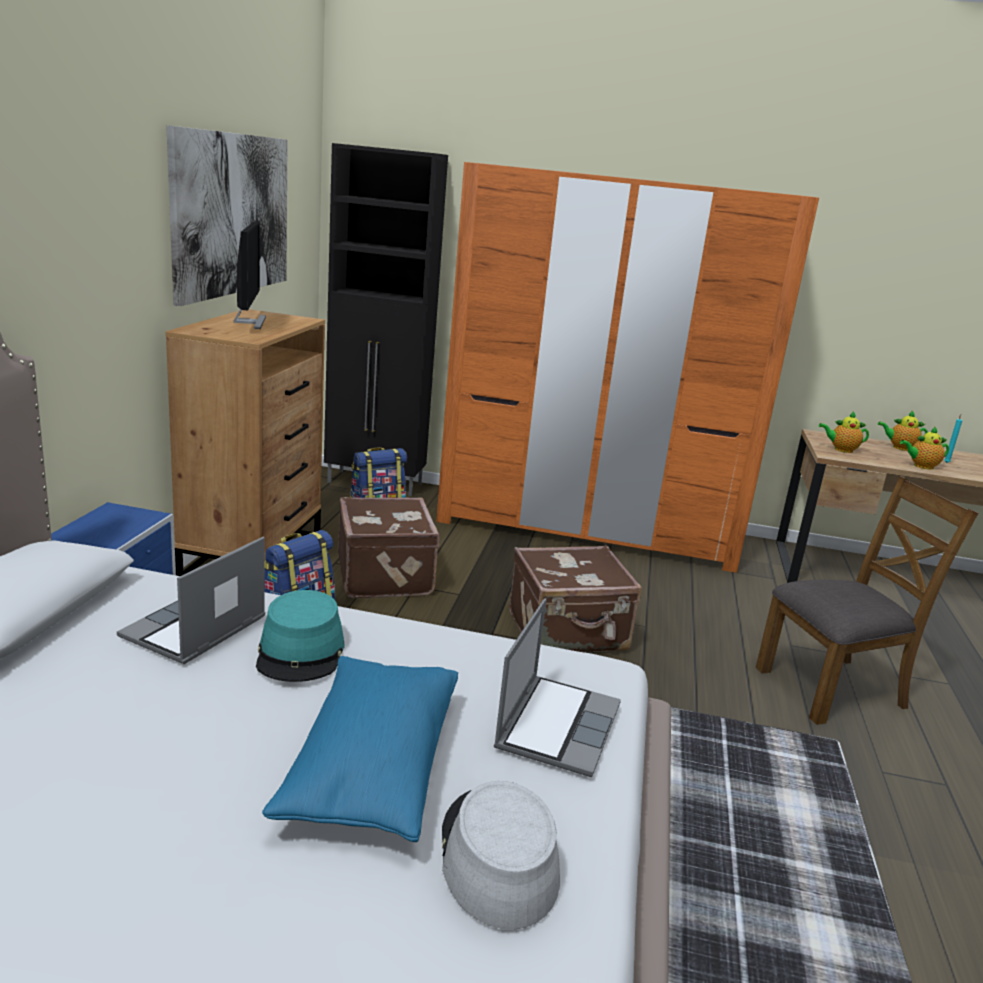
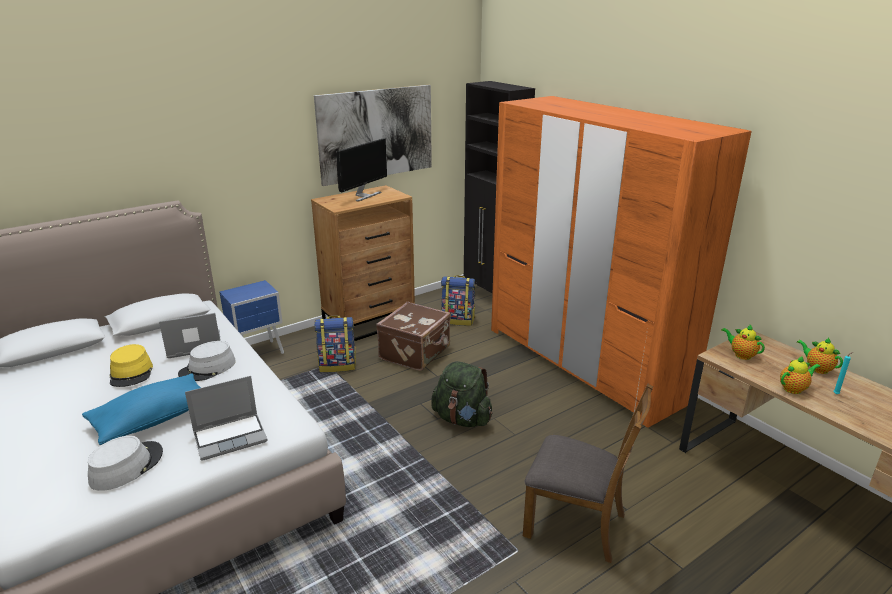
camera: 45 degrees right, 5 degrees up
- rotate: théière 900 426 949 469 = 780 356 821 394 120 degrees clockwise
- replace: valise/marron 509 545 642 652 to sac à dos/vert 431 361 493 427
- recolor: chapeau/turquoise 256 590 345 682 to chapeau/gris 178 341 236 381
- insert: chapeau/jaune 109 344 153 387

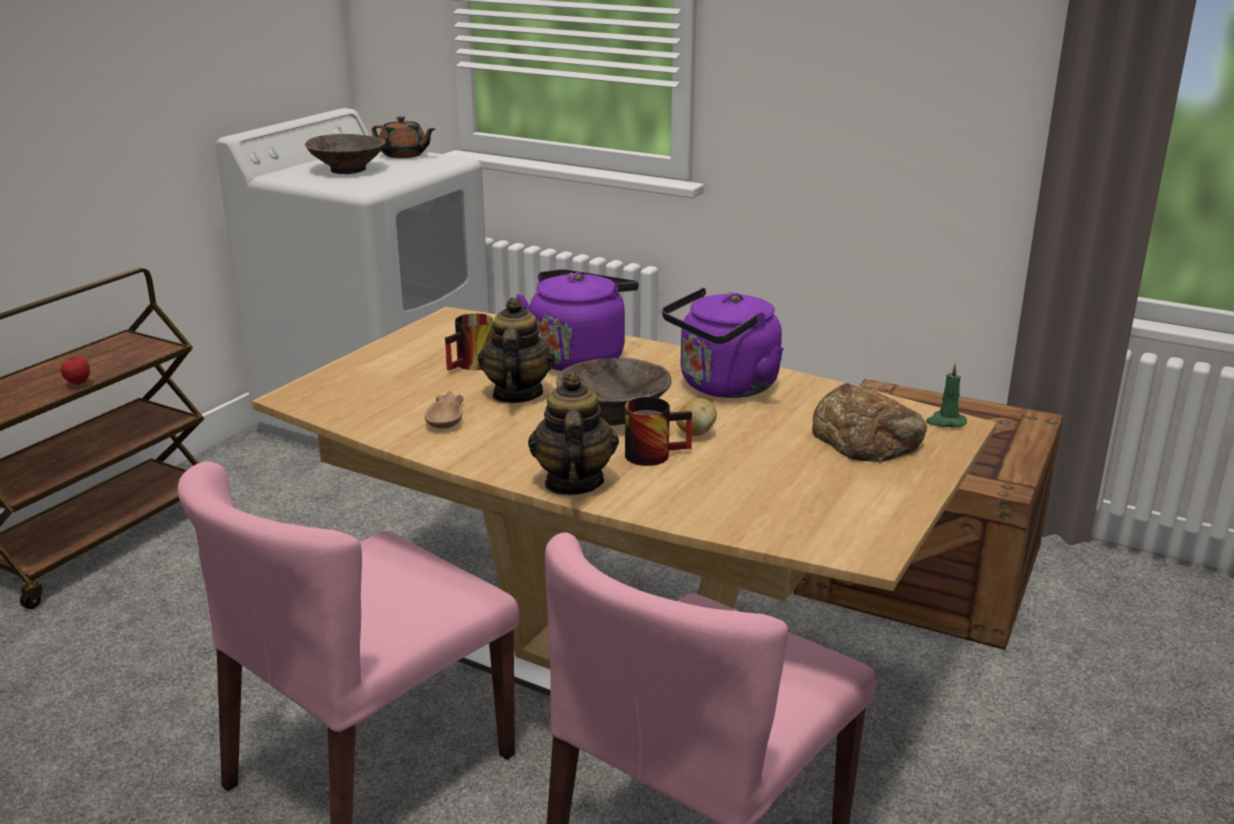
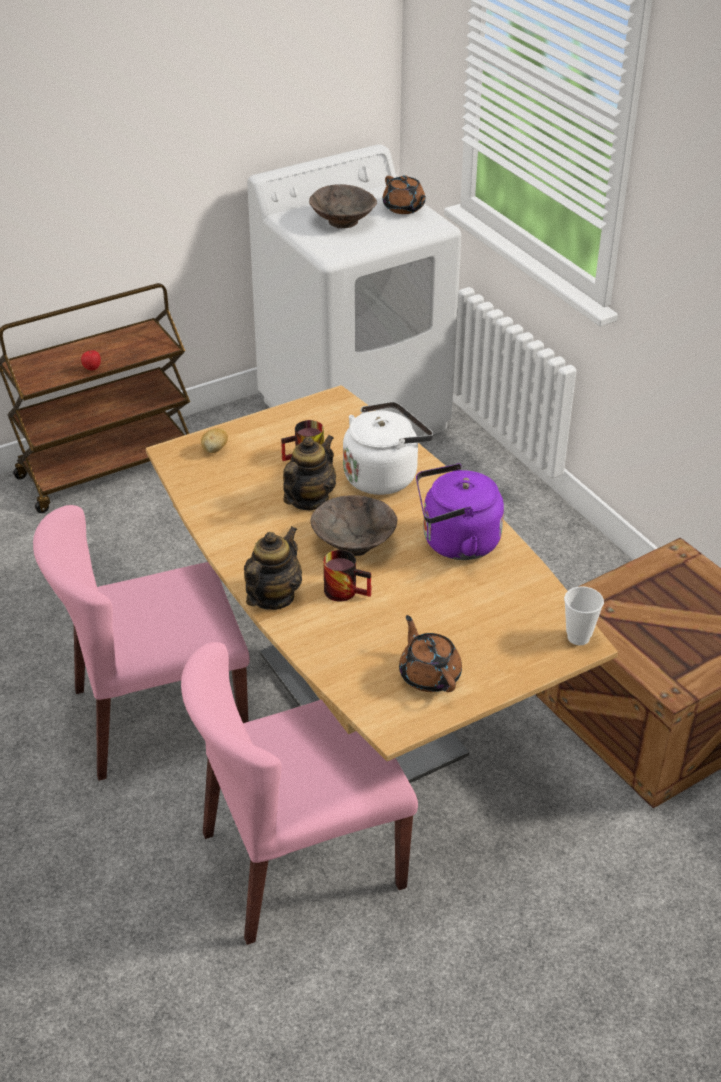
camera: 30 degrees right, 15 degrees up
- recolor: bouilloire/violet 516 269 639 371 to bouilloire/blanc 343 401 433 495
- replace: bougie/vert 926 363 967 427 to tasse 564 586 604 645
- delete: pain 812 383 927 463
- delete: bol/marron 425 391 464 429
- move: pomme de terre 676 398 717 436 to 201 428 228 453
- insert: théière/marron 399 615 462 692

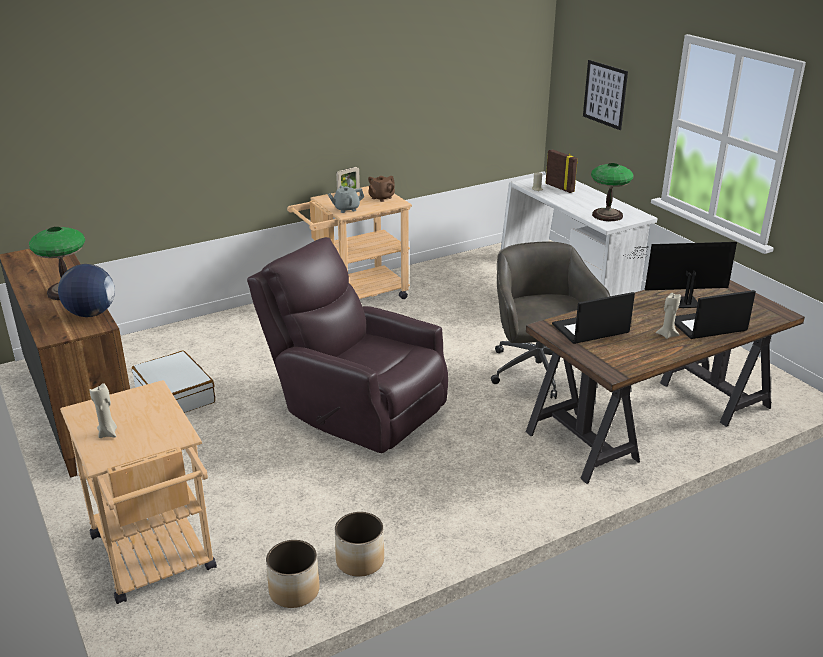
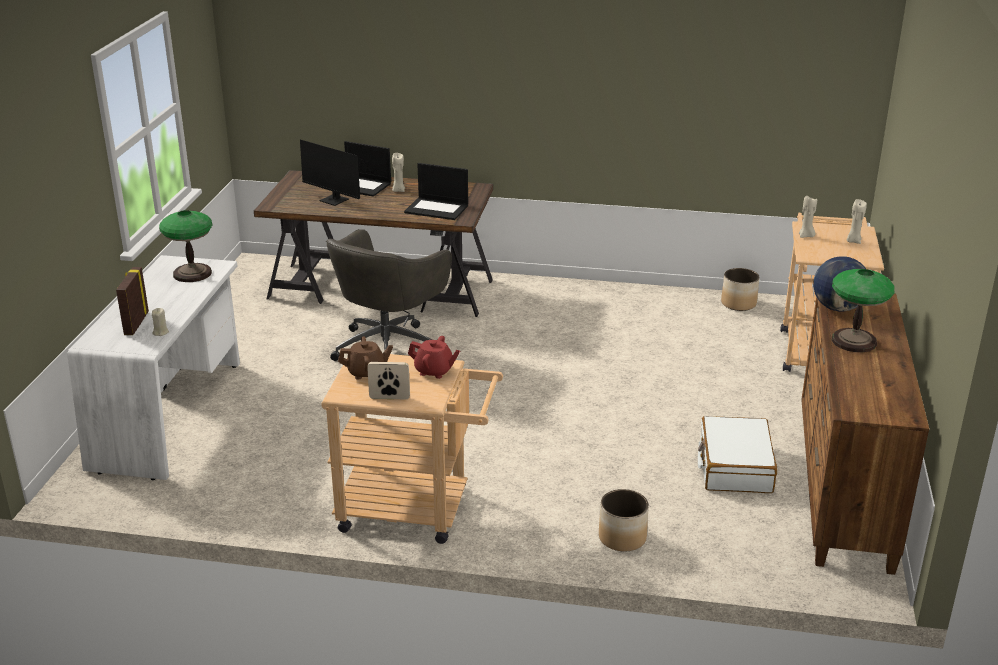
camera: 140 degrees left, 0 degrees up
- delete: tableau 583 60 628 130
- recolor: théière/gris 328 186 364 213 to théière/rouge 408 336 460 379
- delete: fauteuil/marron 247 237 448 453
- move: cache-pot 335 512 384 577 to 599 489 649 551
- insert: bougie/beige 799 196 817 238

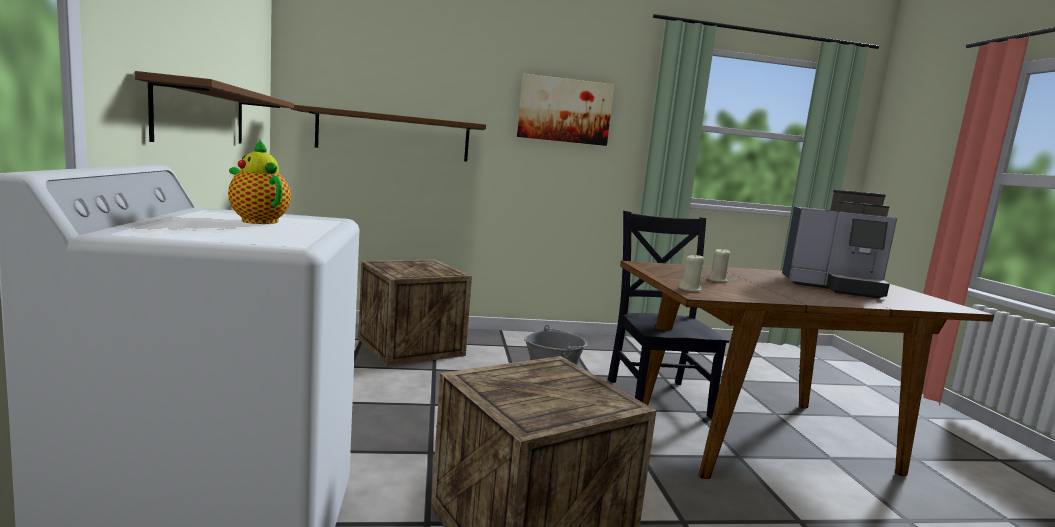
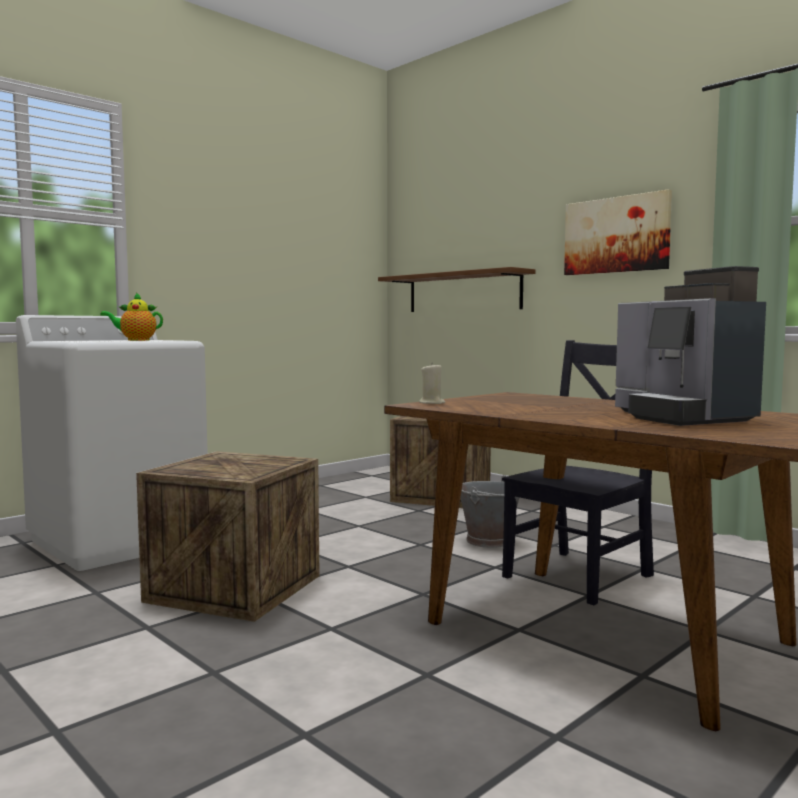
camera: 55 degrees right, 5 degrees down
- delete: étagère/marron 135 71 294 144
- rotate: théière 228 140 291 224 = 100 292 163 341 105 degrees counterclockwise
- delete: bougie/beige 707 248 730 282

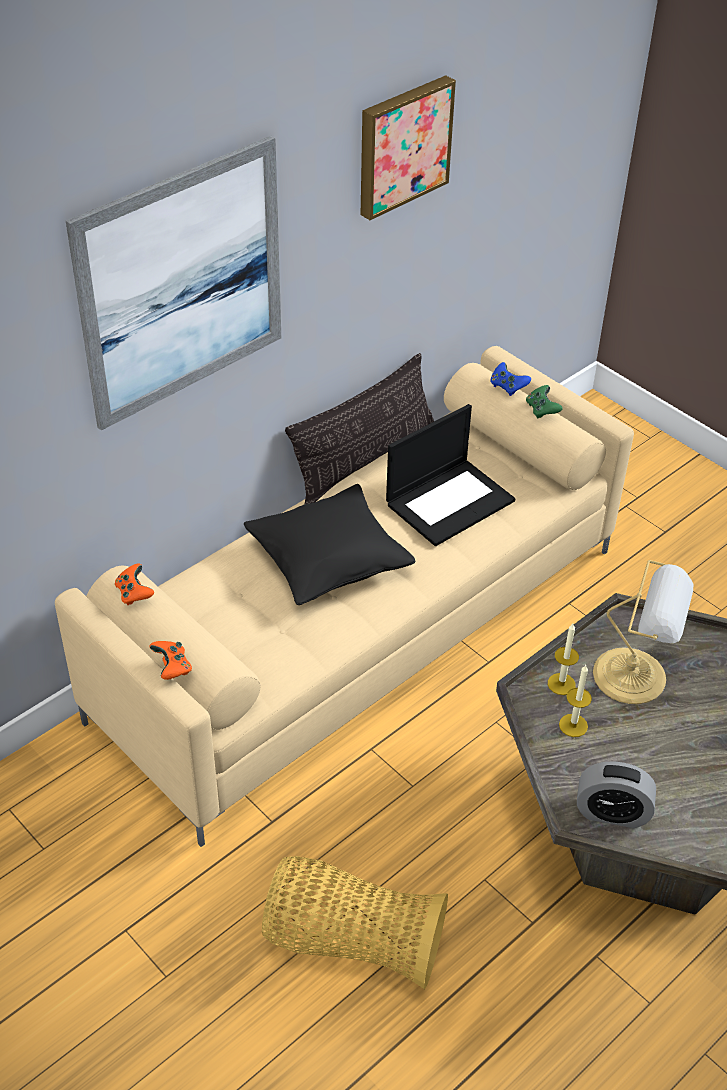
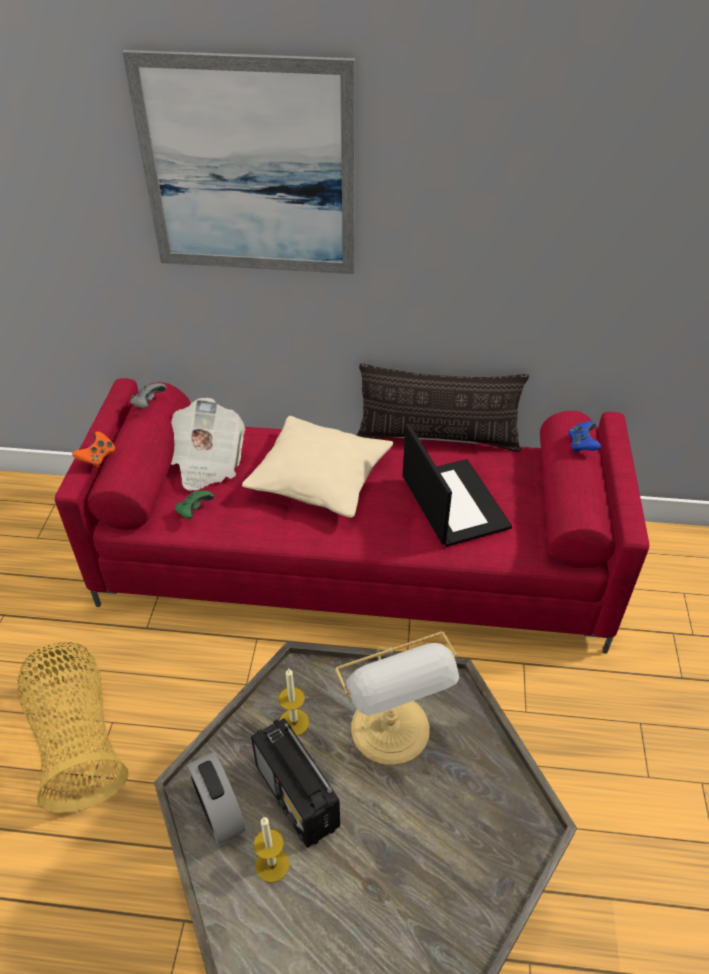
camera: 50 degrees right, 0 degrees up
- delete: tableau 361 75 456 220
- recolor: canapé/beige 55 346 634 847 to canapé/rouge 55 378 649 653
- move: manette/vert 526 385 563 419 to 175 490 214 519
- rotate: ordinateur portable 386 404 516 546 = 403 423 512 547 120 degrees counterclockwise
- recolor: coussin/noir 244 484 415 605 to coussin/beige 242 416 393 518
- recolor: manette/orange 115 563 154 605 to manette/gris 130 383 167 409
- move: bougie 548 623 579 695 to 253 817 289 883
- insert: journal 171 398 245 491
- insert: radio 251 718 340 848

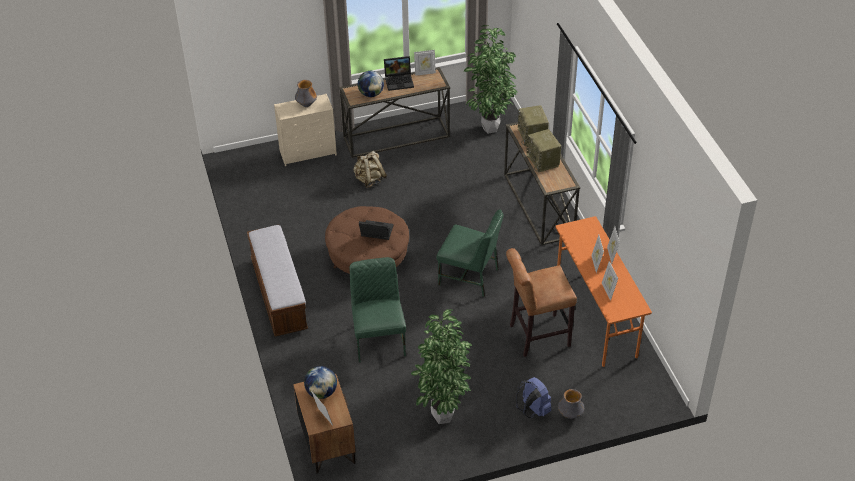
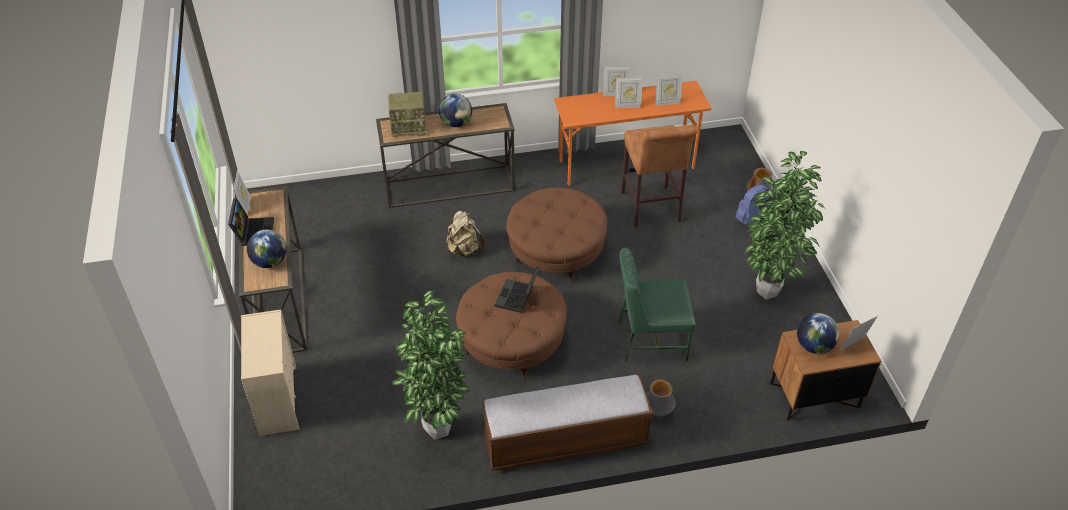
camera: 85 degrees left, 0 degrees up
- move: plante en pot 464 25 518 134 to 392 290 471 440
- move: vase 295 80 317 107 to 646 379 676 417
- replace: radio 526 129 561 172 to globe 439 94 472 127
- move: sac à dos/beige 353 151 387 188 to 446 211 484 256
- replace: chaise/vert 436 209 503 297 to pouf/marron 506 188 608 283

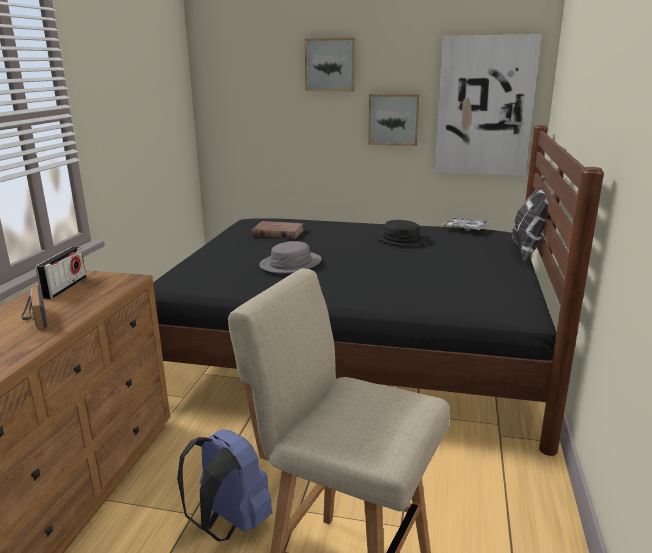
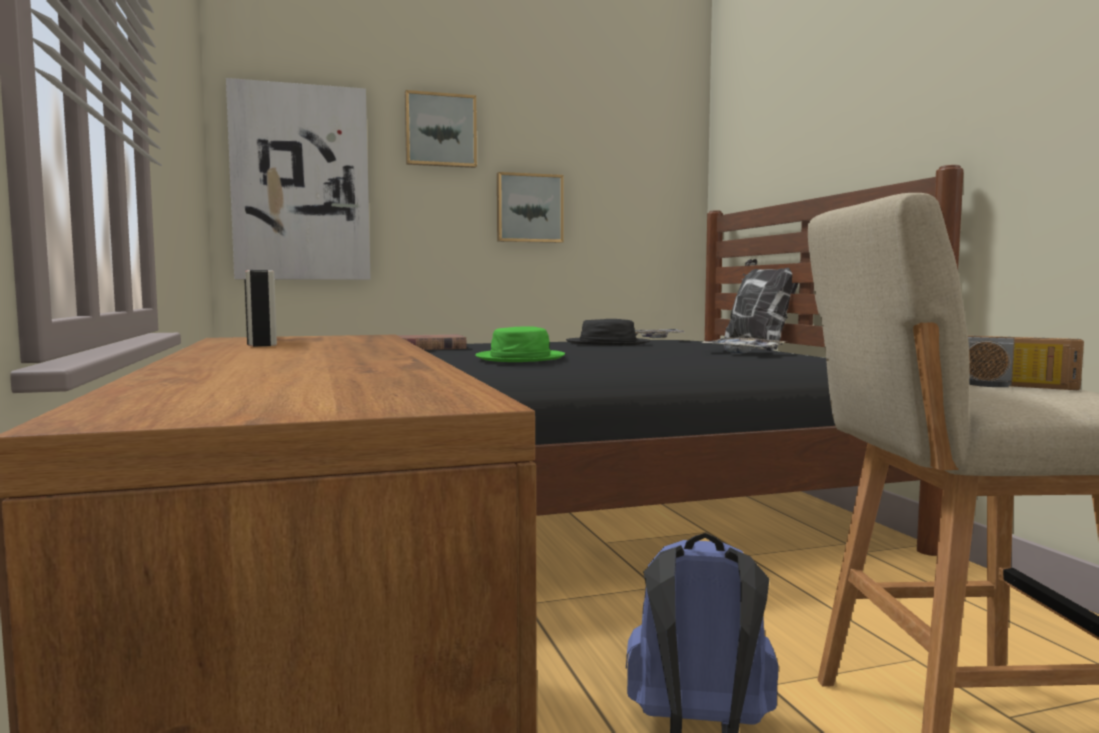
camera: 30 degrees left, 15 degrees down
- move: tableau 435 34 542 176 to 226 78 371 280
- recolor: chapeau/gris 259 241 322 274 to chapeau/vert 475 327 565 362
- move: radio 22 286 47 330 to 968 336 1084 390
- insert: plateau 702 338 786 353

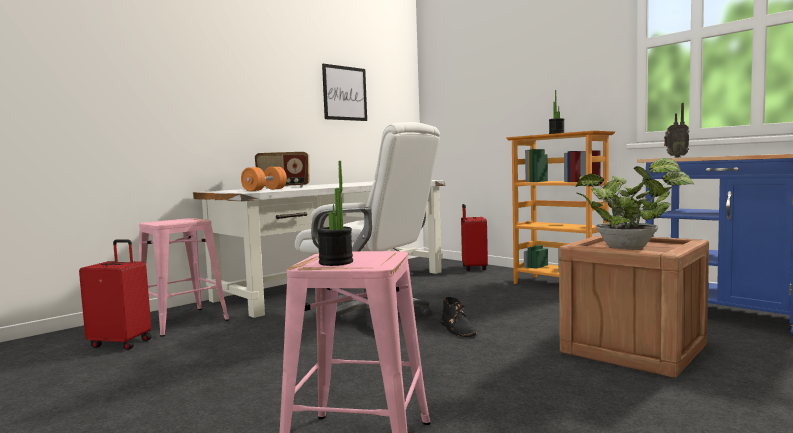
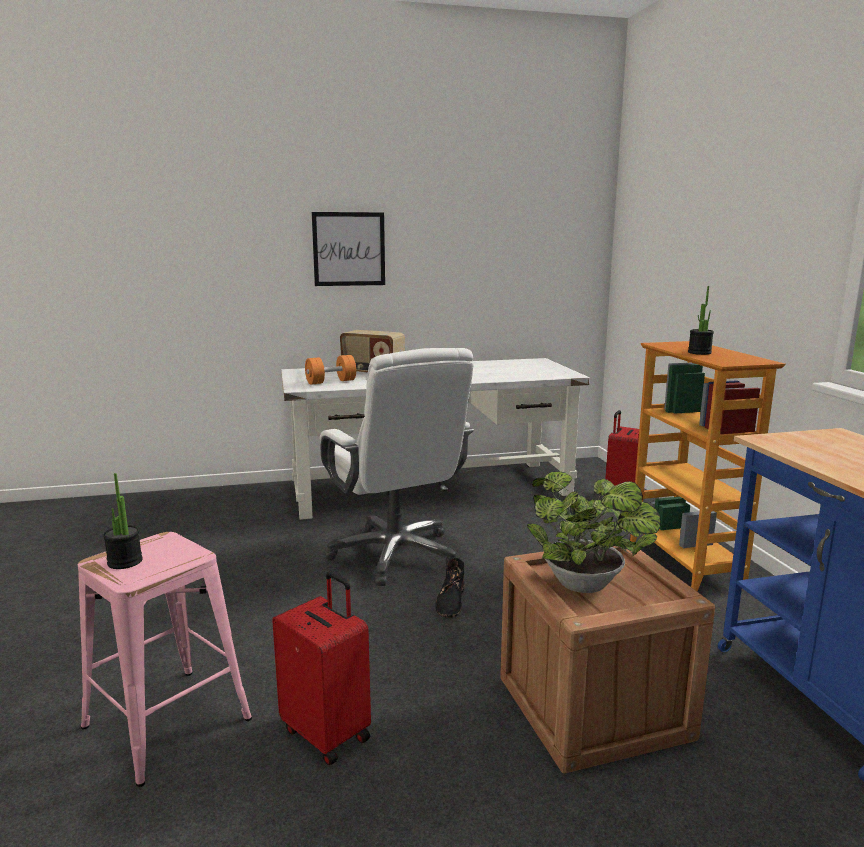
camera: 30 degrees right, 10 degrees up
- move: tableau 322 64 367 121 to 312 212 385 286
- delete: radio 664 103 689 158
- delete: tabouret/rose 139 218 229 337
- move: valise/rouge 79 239 152 350 to 272 572 371 765

